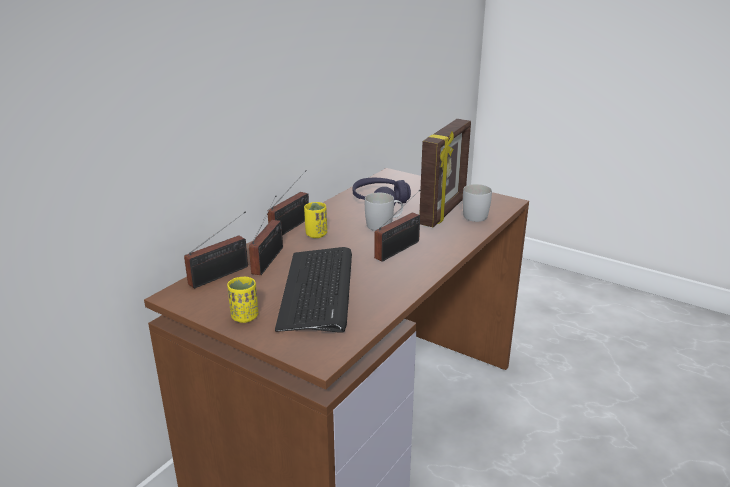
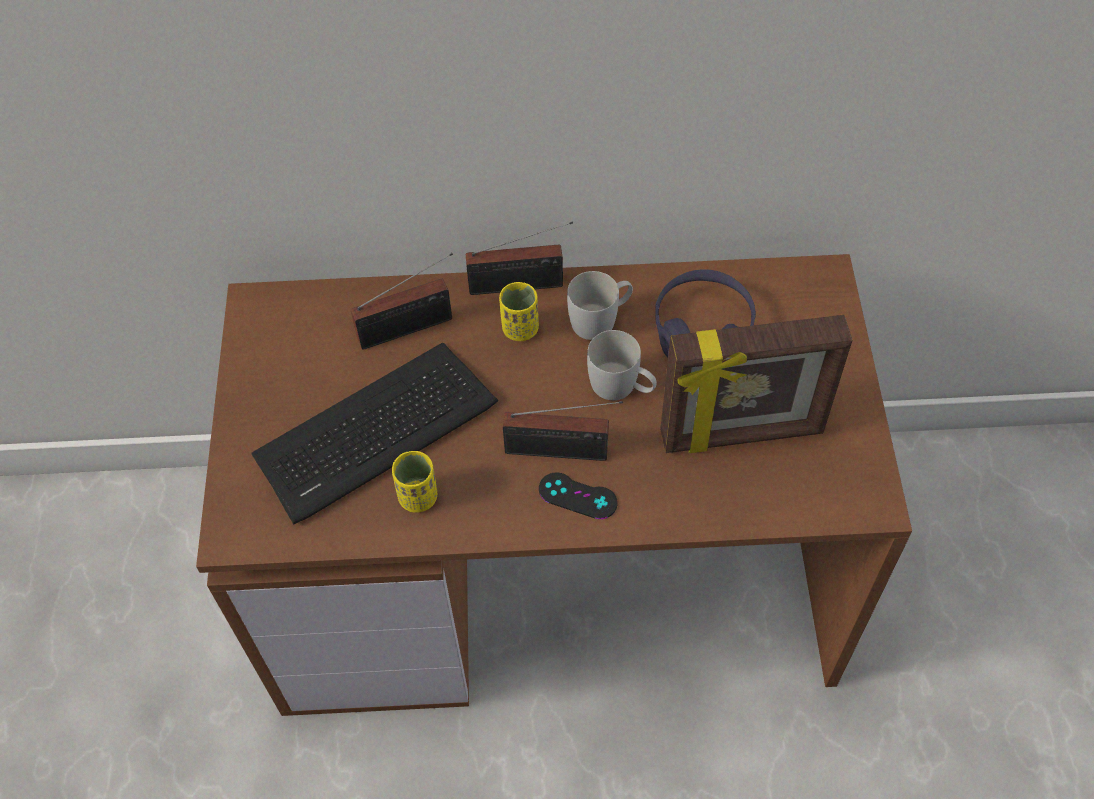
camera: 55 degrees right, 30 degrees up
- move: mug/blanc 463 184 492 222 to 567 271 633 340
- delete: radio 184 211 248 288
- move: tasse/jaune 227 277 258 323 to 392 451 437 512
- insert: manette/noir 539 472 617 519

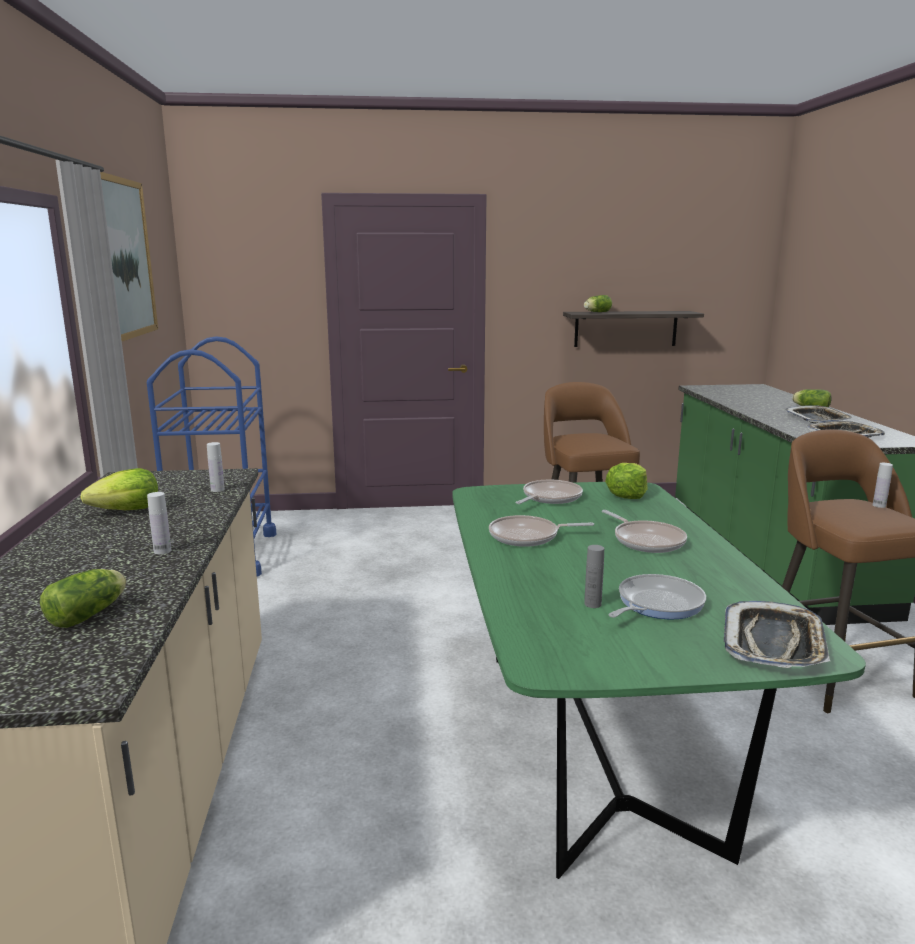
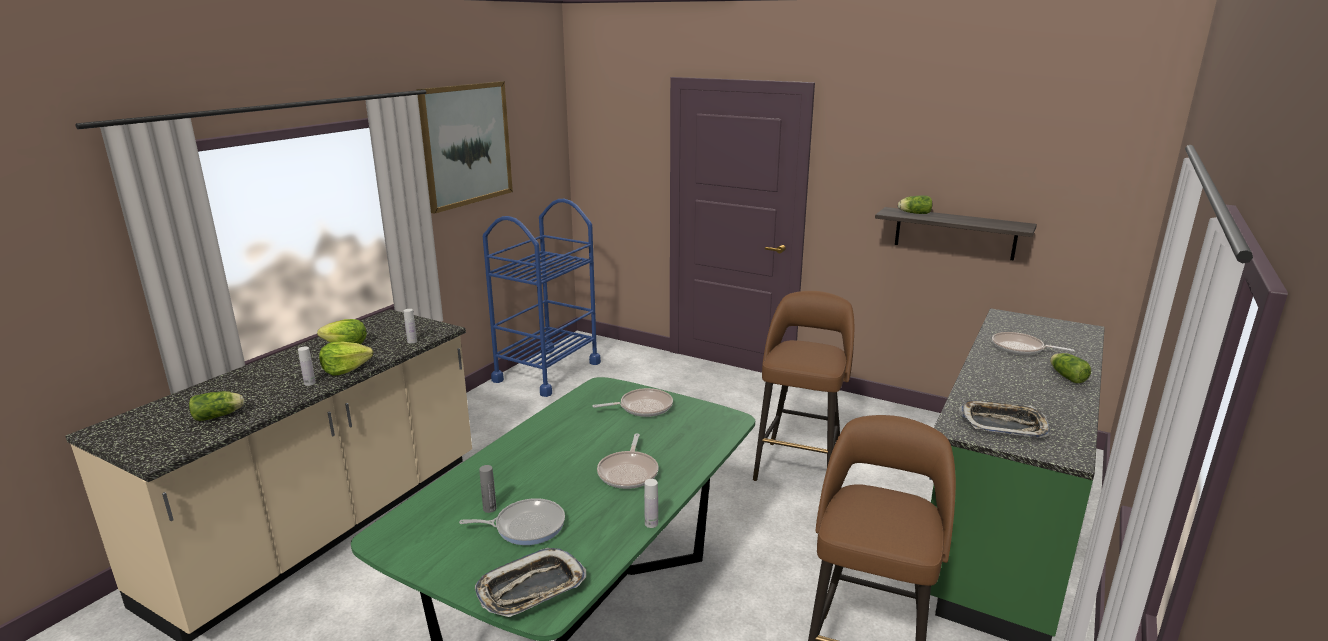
camera: 35 degrees right, 5 degrees up
- delete: plateau 785 405 854 423
- move: laitue 605 463 648 499 to 319 342 373 376
- move: bouteille/blanc 873 463 893 508 to 644 479 658 528
- move: poêle 489 515 594 547 to 992 332 1075 355

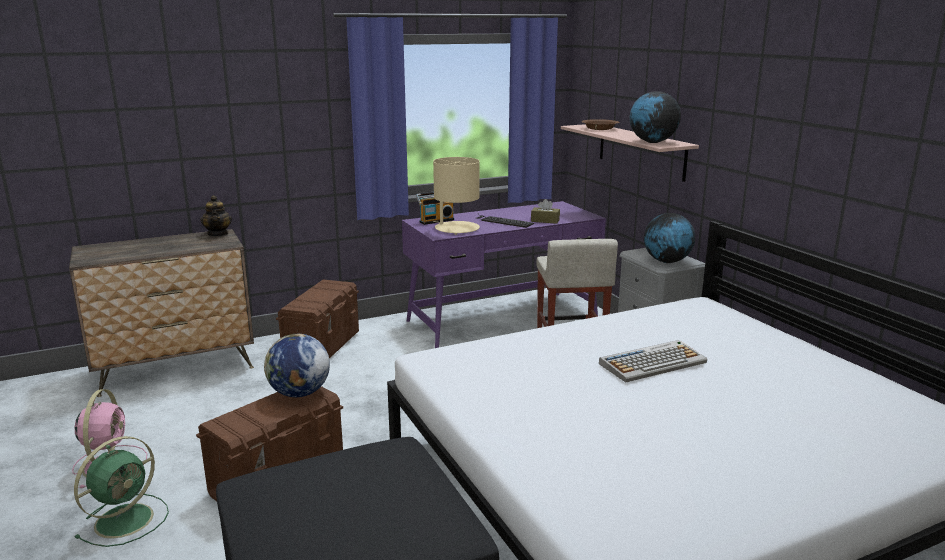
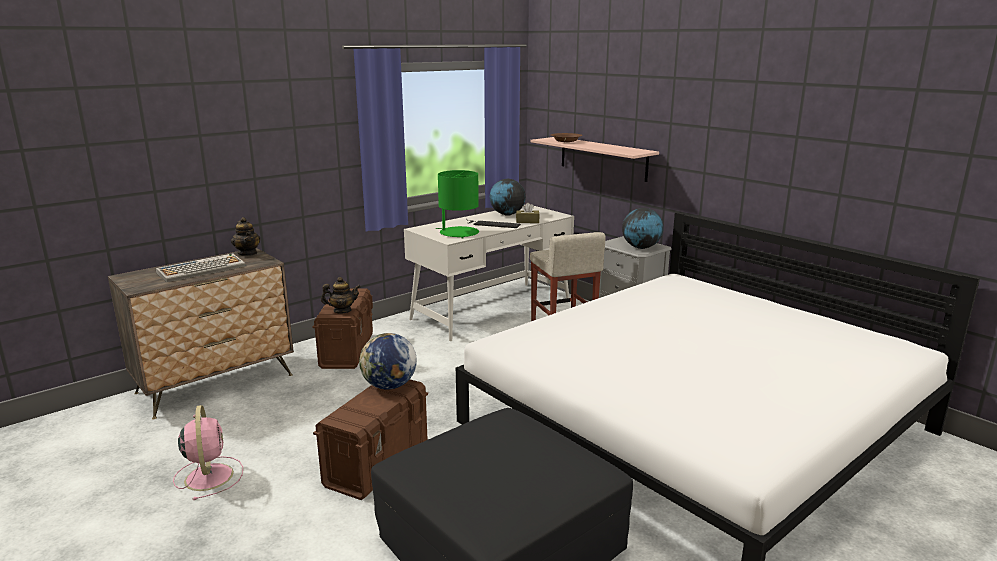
camera: 15 degrees left, 0 degrees up
- move: globe 630 91 681 143 to 490 179 526 216
- recolor: lampe de table/beige 433 157 480 235 to lampe de table/vert 436 170 479 238
- delete: radio 416 192 454 225
- recolor: bureau/violet 402 201 606 348 to bureau/blanc 404 205 574 341
- move: clavier 599 340 707 382 to 156 253 245 282
- delete: ventilateur/vert 74 436 169 547
- insert: théière 321 277 361 314

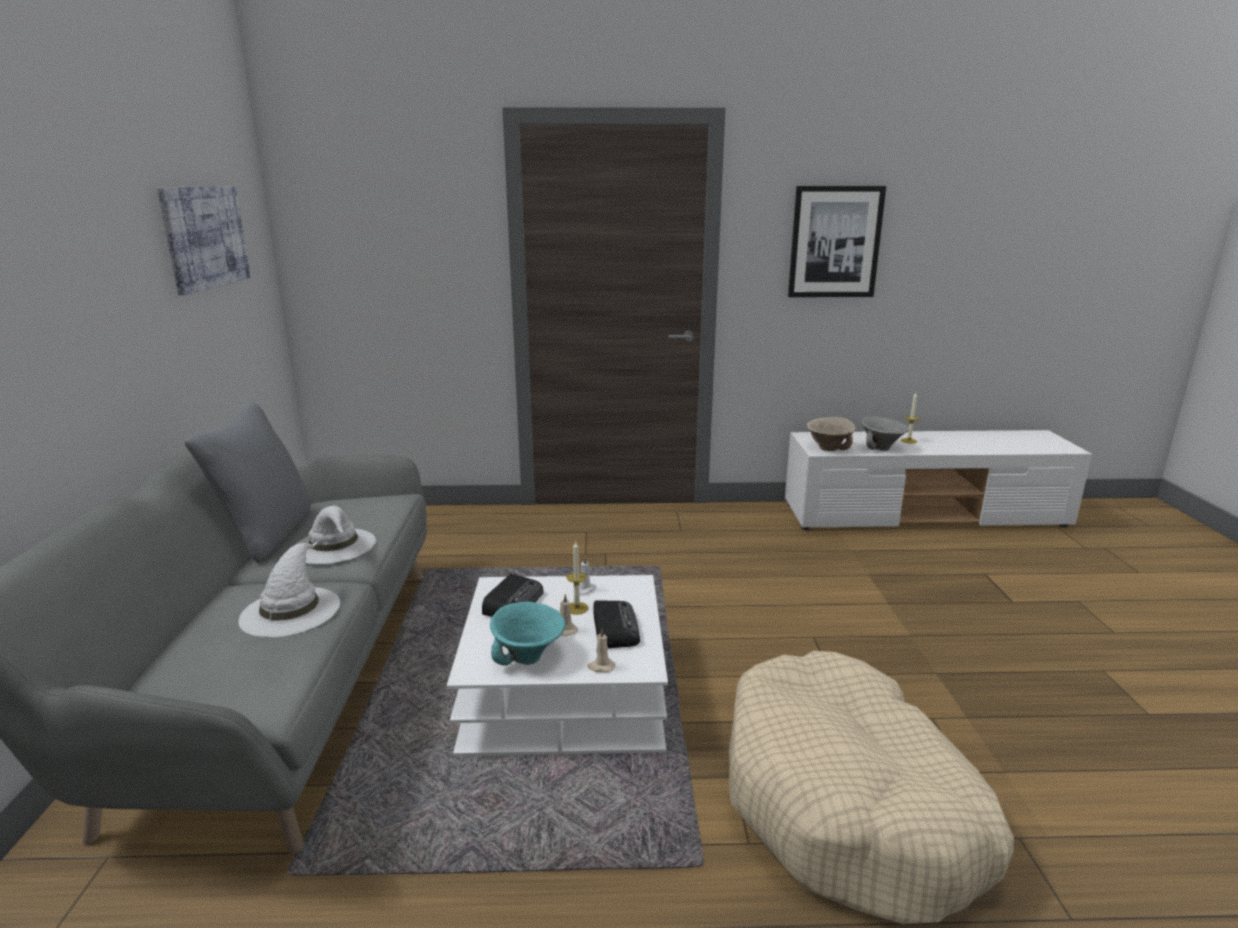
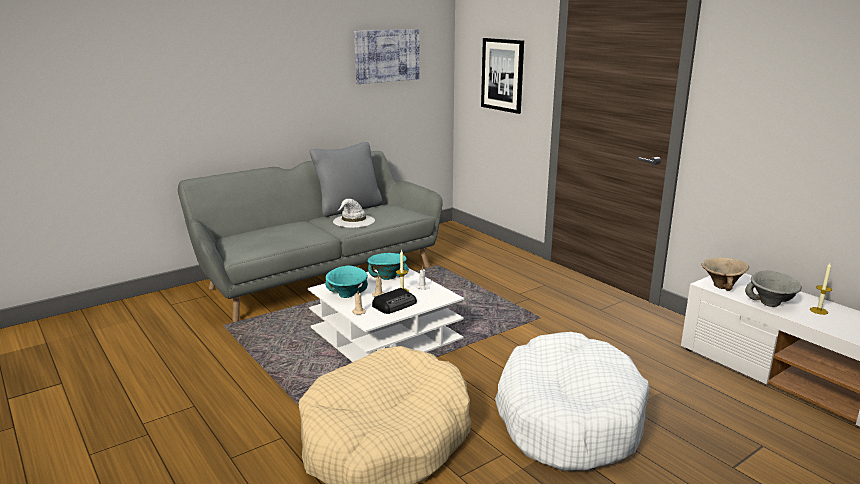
camera: 55 degrees right, 0 degrees up
- move: tableau 788 186 886 297 to 481 38 524 114
- delete: chapeau/blanc 238 540 340 637
- replace: radio 482 574 544 617 to bol/turquoise 368 253 409 280
- insert: panier pour chien/blanc 495 332 649 471

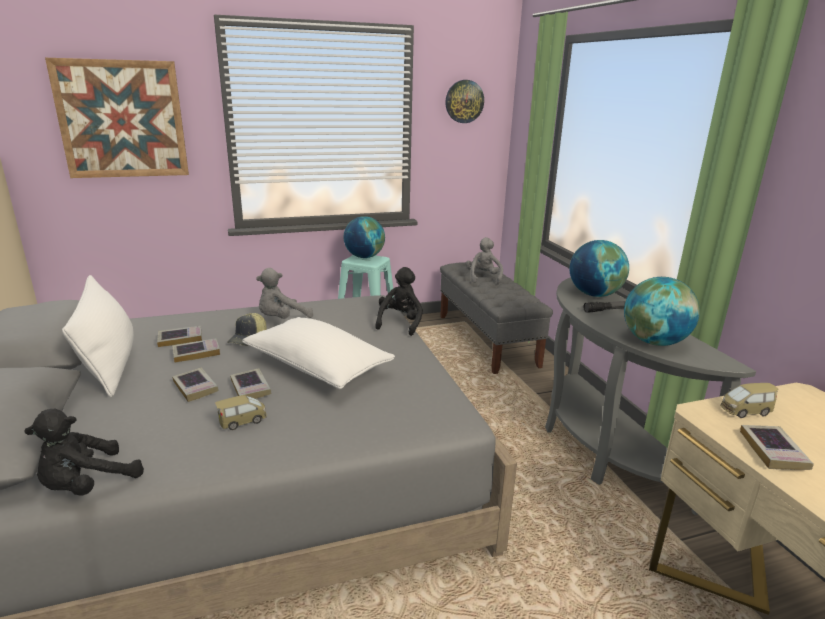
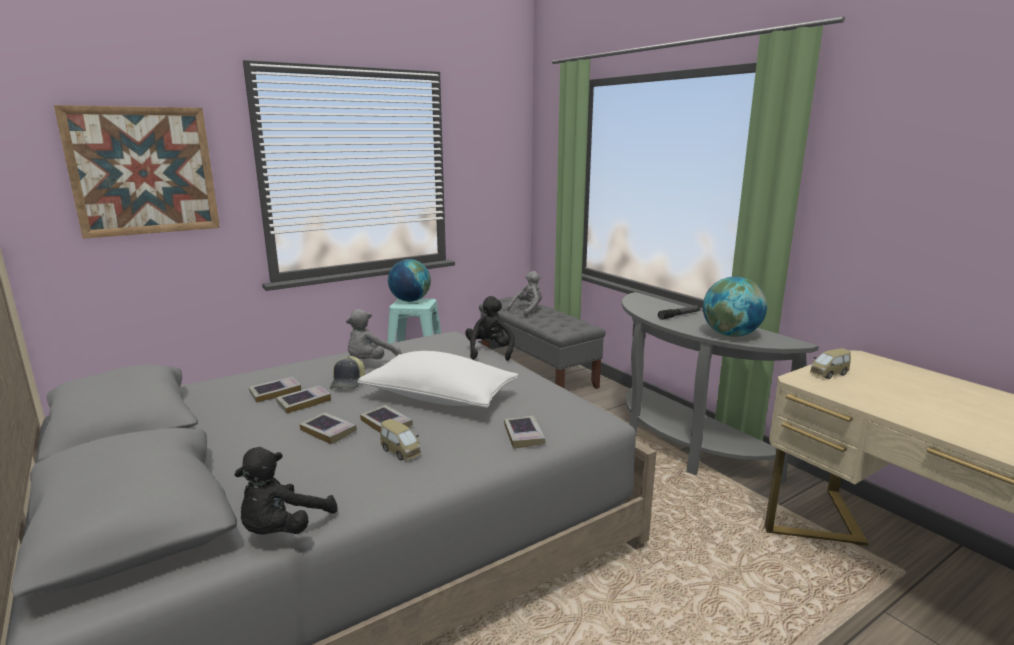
camera: 15 degrees left, 5 degrees down
- delete: horloge murale 445 80 484 123
- rotate: peluche/gris 466 237 503 285 = 507 271 542 317 60 degrees clockwise
- delete: globe 570 240 629 297
- delete: coussin/blanc 62 275 134 397
- rotate: petite voiture 215 395 267 430 = 380 419 421 461 90 degrees clockwise
- move: livre 740 425 814 470 to 504 416 545 449

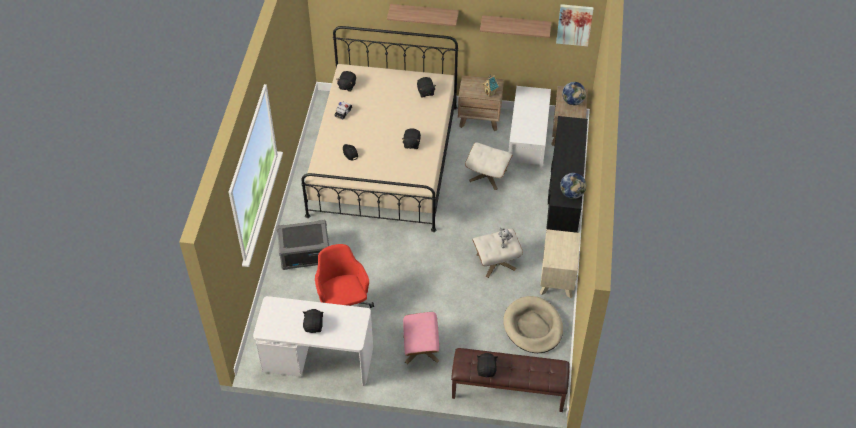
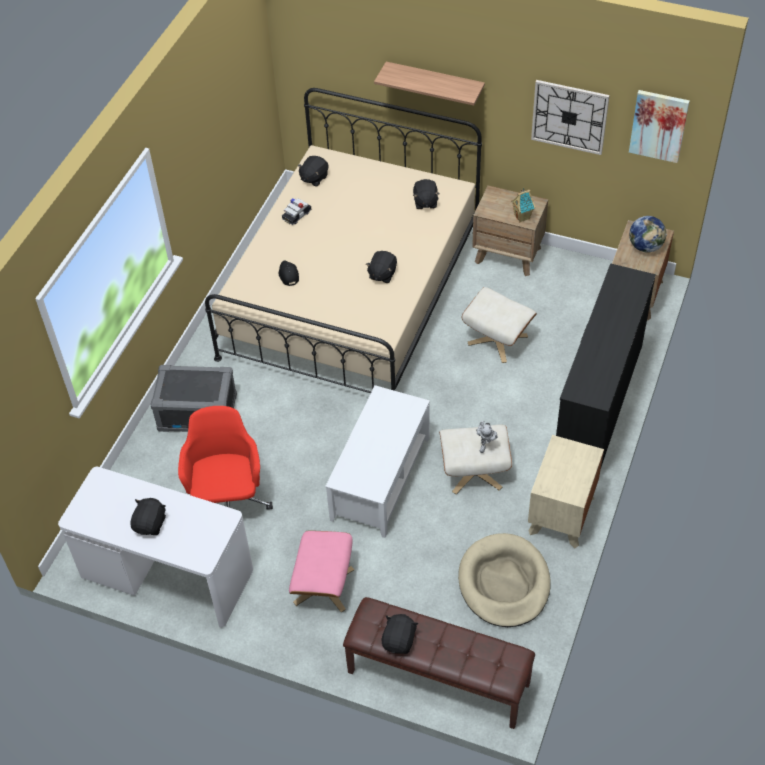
camera: 15 degrees right, 0 degrees up
- replace: étagère 480 15 551 38 to horloge murale 531 80 610 155
- move: table basse/blanc 508 86 551 170 to 325 385 430 538
- delete: globe 560 173 587 199

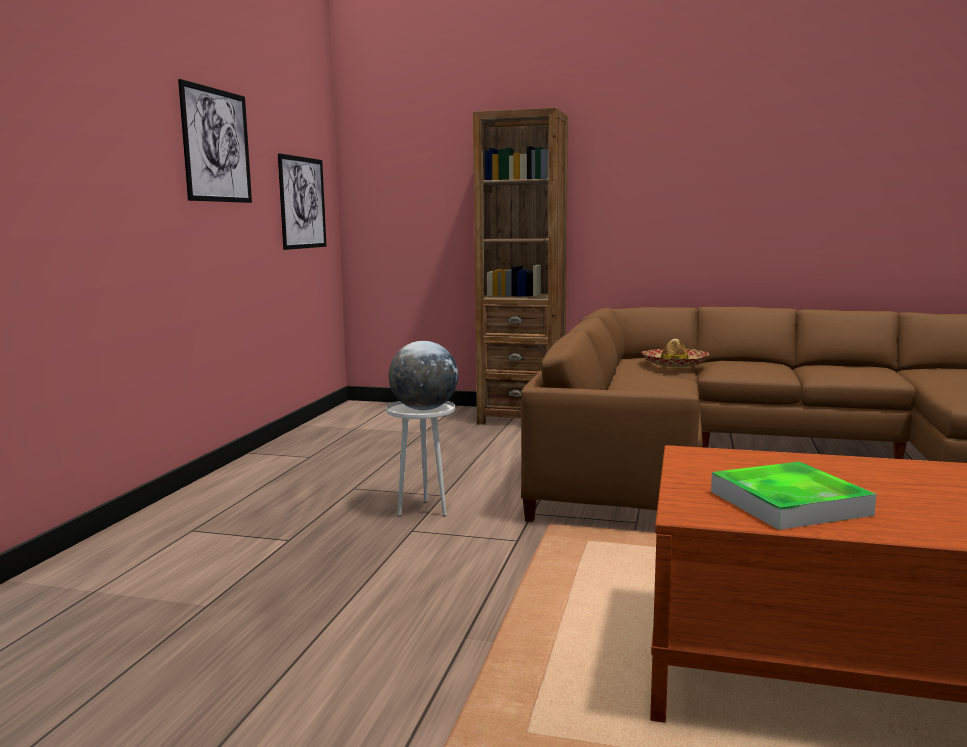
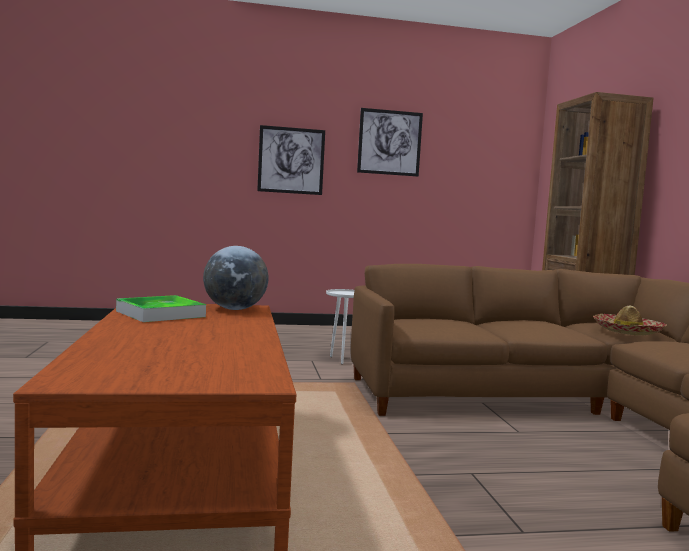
camera: 65 degrees right, 5 degrees down
- move: tableau 278 153 326 250 to 257 125 325 195
- move: globe 389 341 458 410 to 203 246 269 310

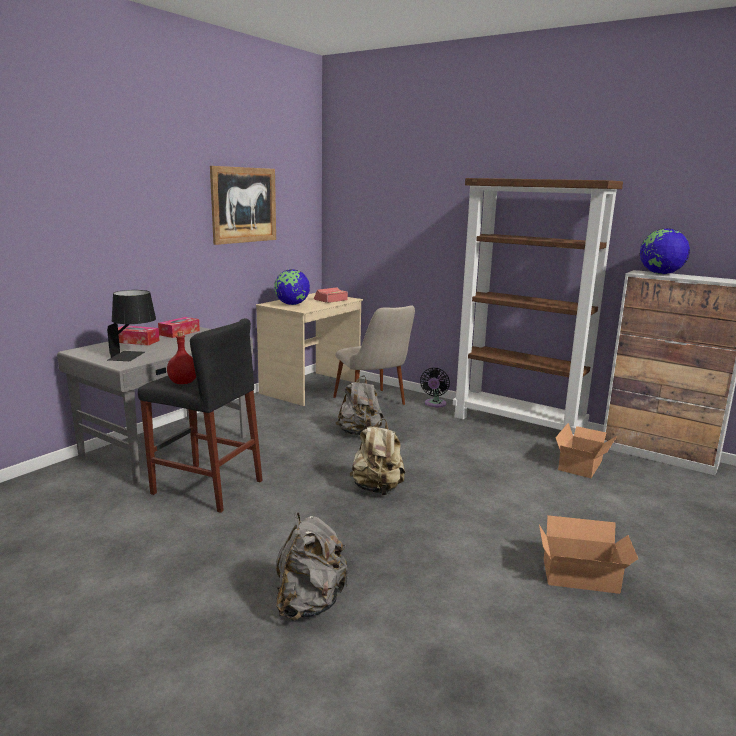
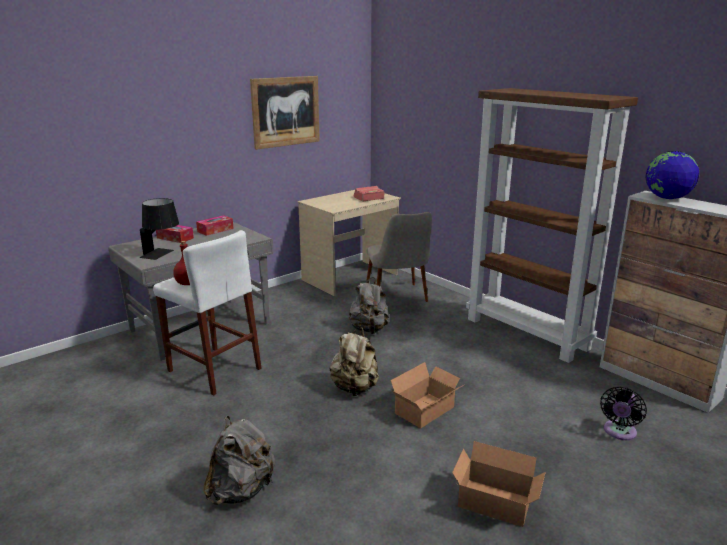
camera: 15 degrees right, 5 degrees up
- delete: globe 274 269 310 305
- recolor: tabouret/noir 138 318 263 513 to tabouret/blanc 153 230 262 396
- move: ventilateur/noir 420 368 450 407 to 600 386 647 440
- move: carton 555 423 617 478 to 391 362 463 428

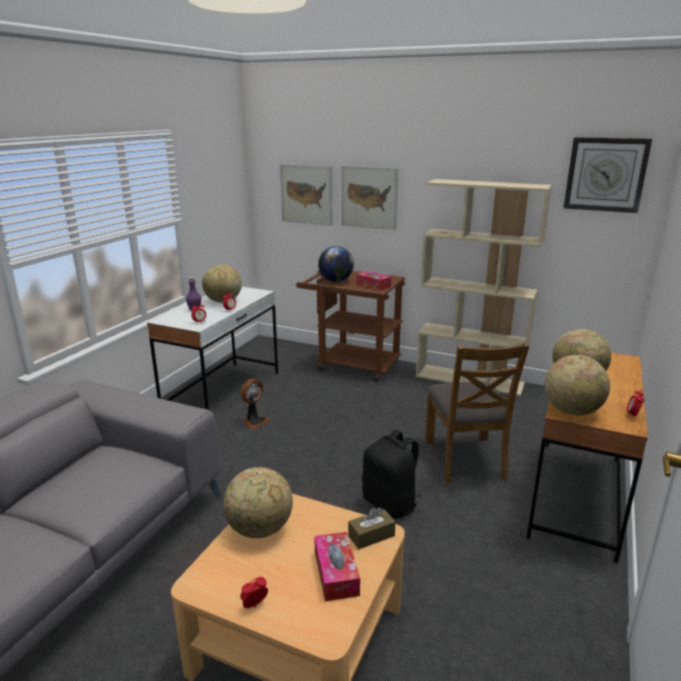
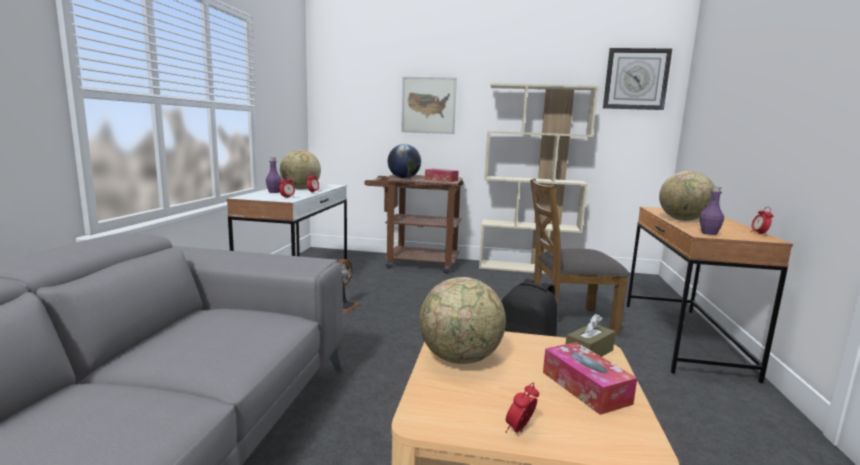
camera: 15 degrees left, 10 degrees down
- delete: tableau 280 164 333 226
- rotate: chaise/marron 425 343 529 483 = 530 178 629 334 105 degrees clockwise
- replace: globe 545 355 610 416 to bouteille/violet 700 186 724 235

